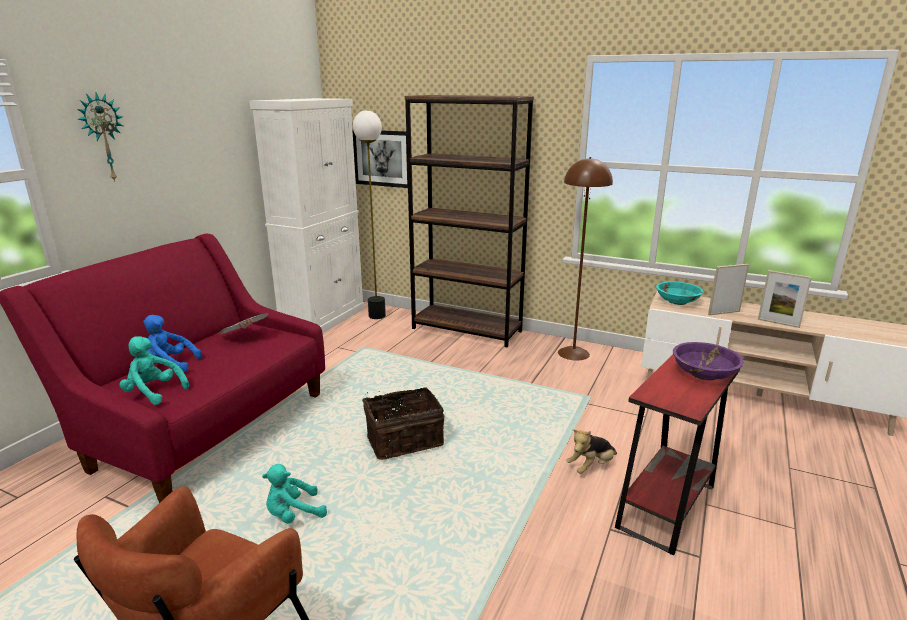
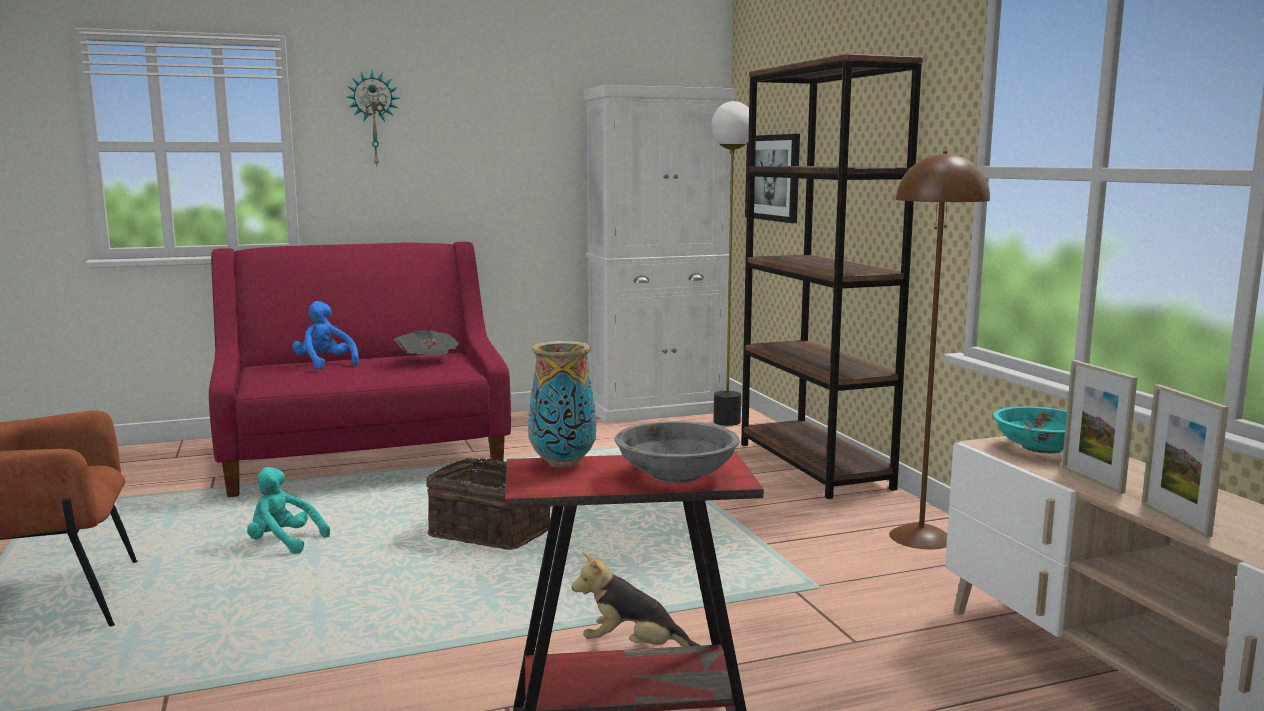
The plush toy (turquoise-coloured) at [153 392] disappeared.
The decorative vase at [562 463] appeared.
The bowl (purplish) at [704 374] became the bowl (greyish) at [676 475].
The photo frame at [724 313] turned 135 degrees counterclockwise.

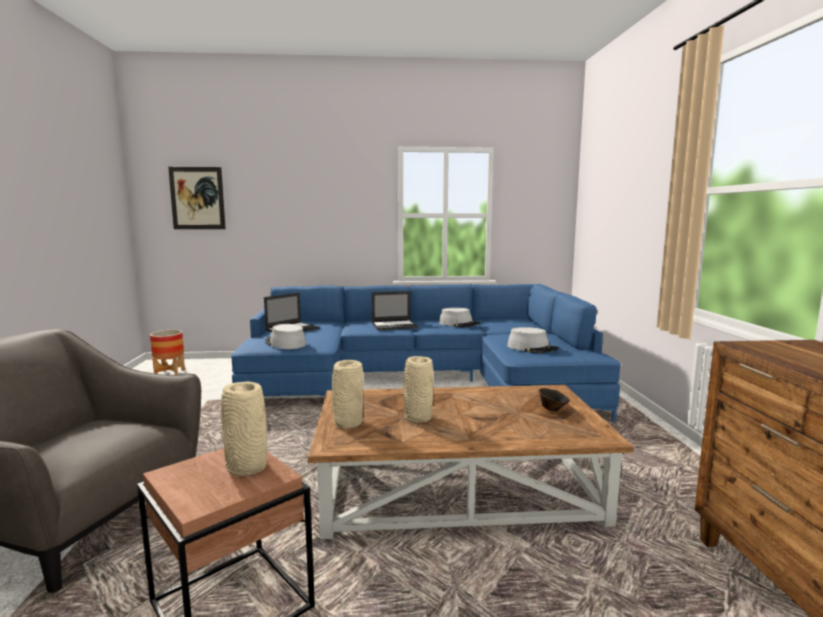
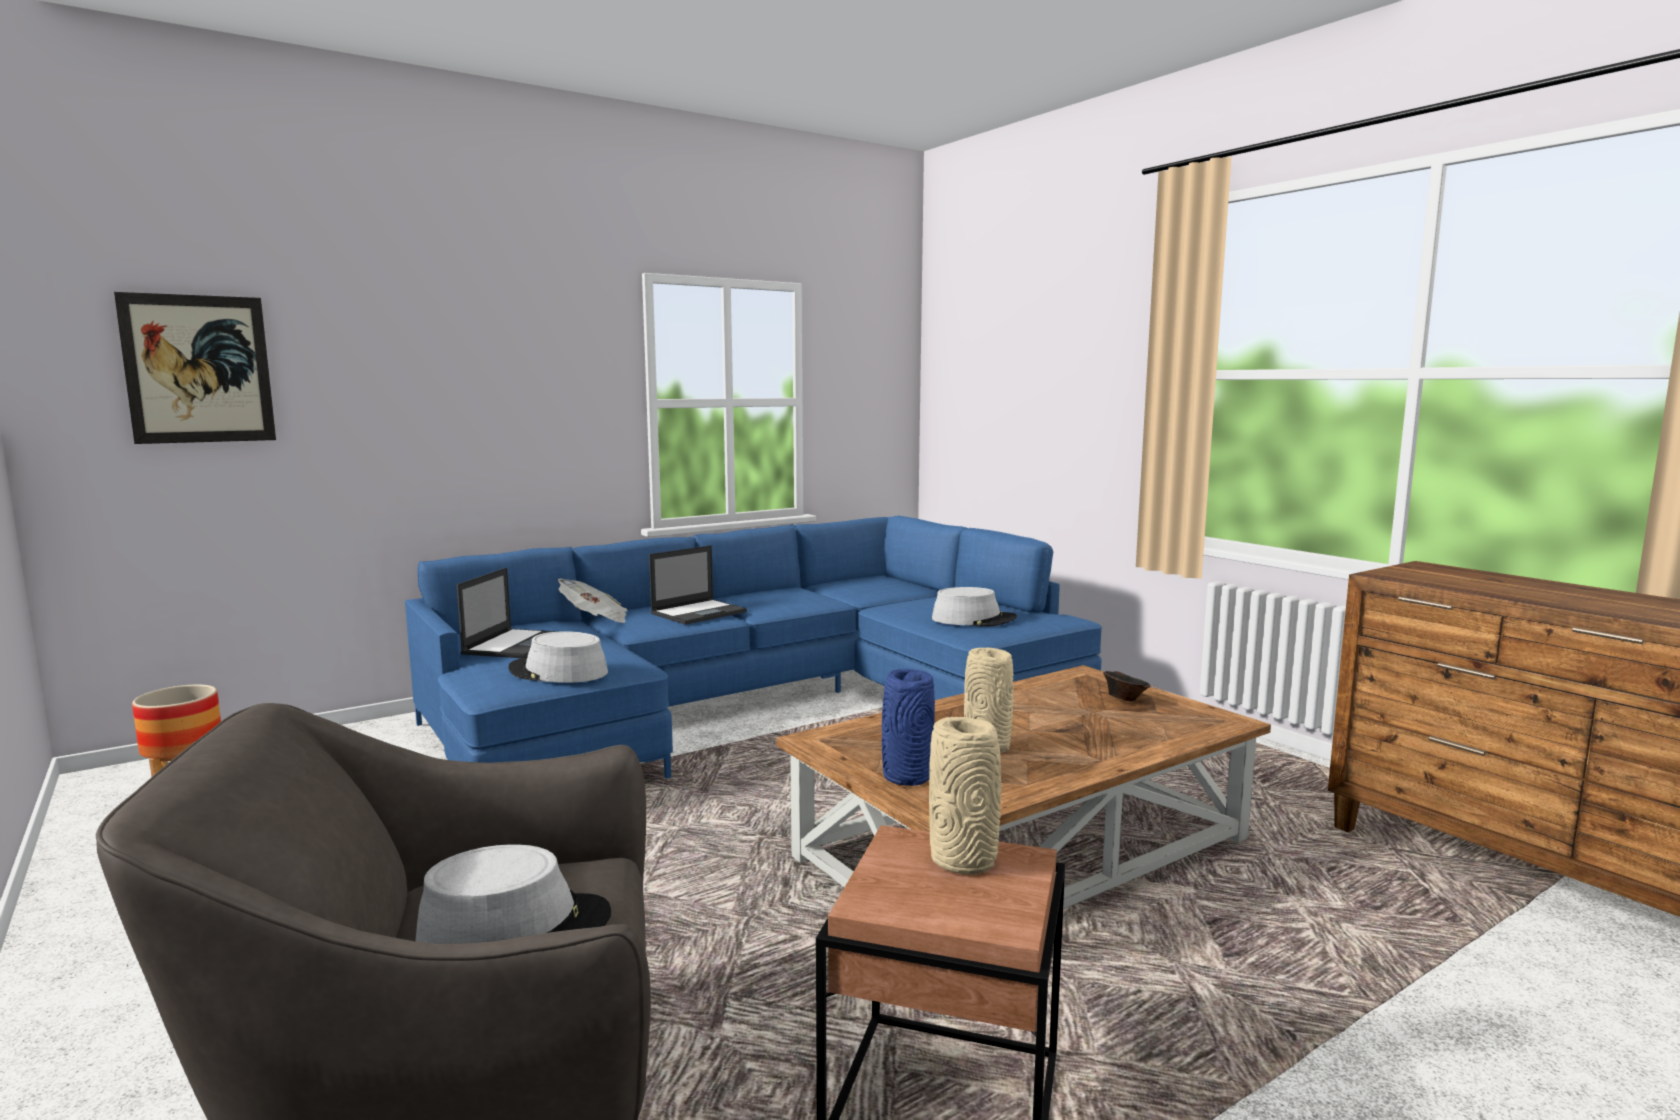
The printed paper at [595 619] appeared.
The clothing hat (greyish) moved from [459 324] to [515 927].
The decorative vase (beige-coloured) at [347 423] became the decorative vase (blue-coloured) at [906 777].

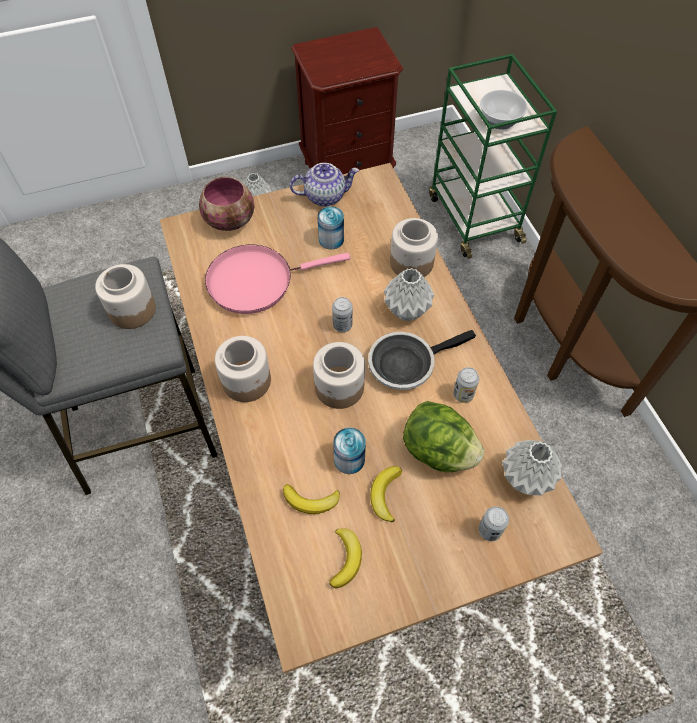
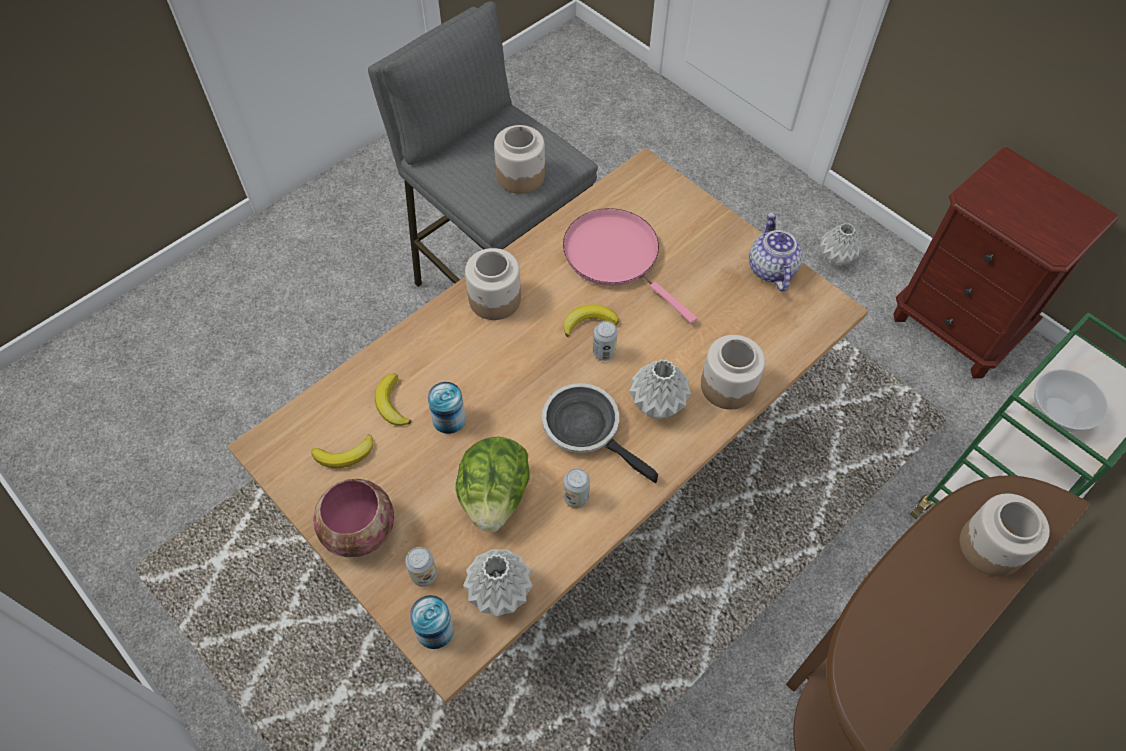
The bowl moved from [231 221] to [361 532].
The storage jar moved from [339 388] to [990 547].
The metal can moved from [331 239] to [435 630].
The banana fruit moved from [385 494] to [588 322].
The teapot at [325 196] turned 150 degrees counterclockwise.

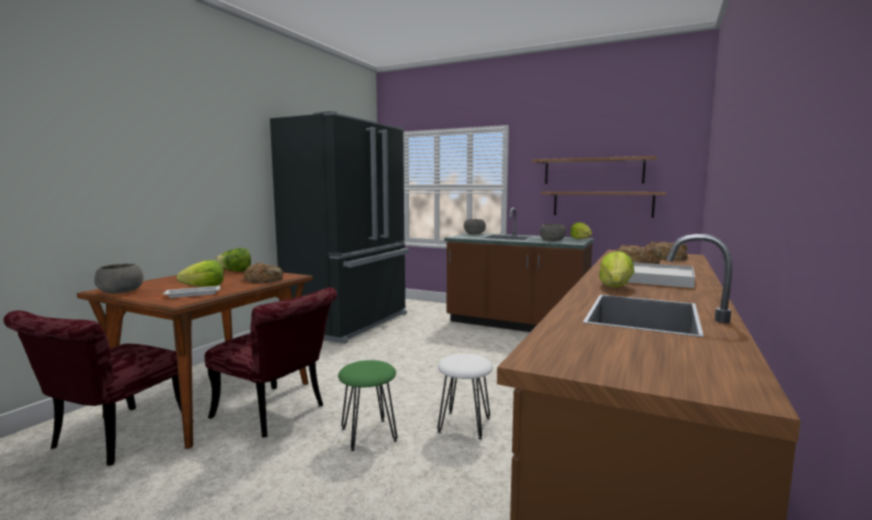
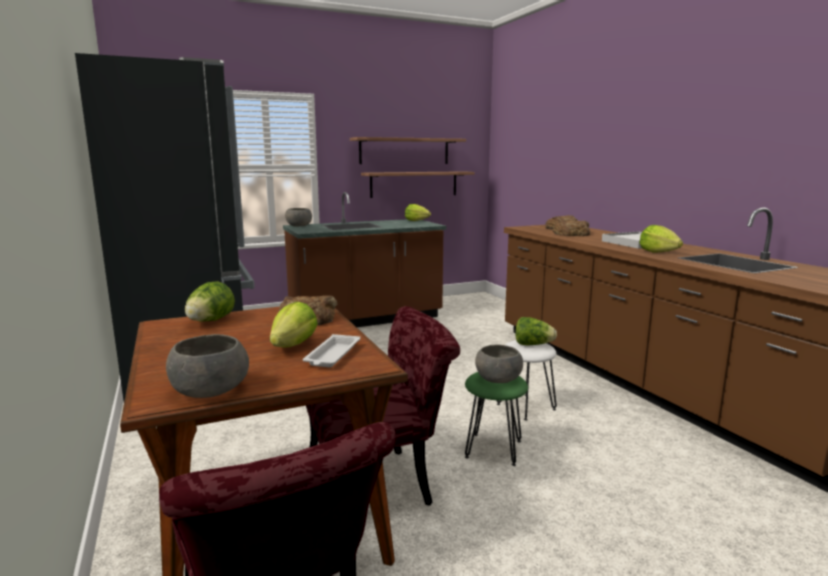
The lettuce head at [533 345] appeared.
The bowl (greyish) moved from [552 240] to [498 379].

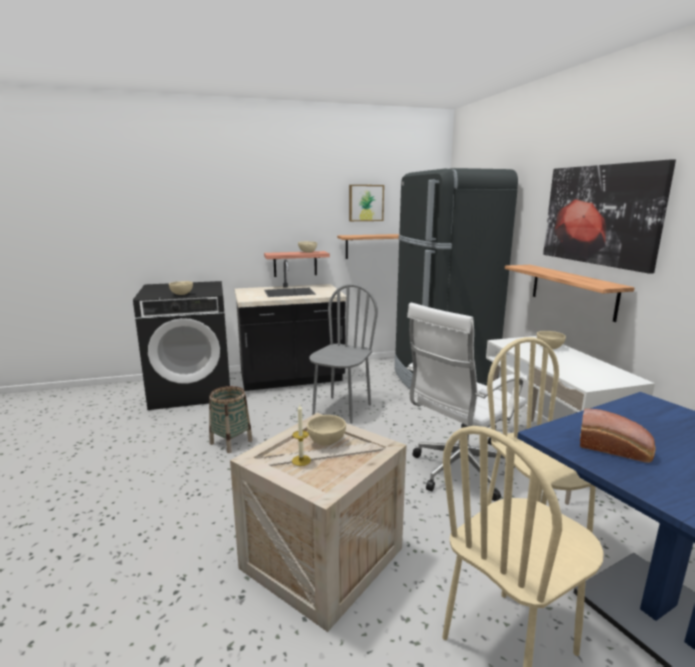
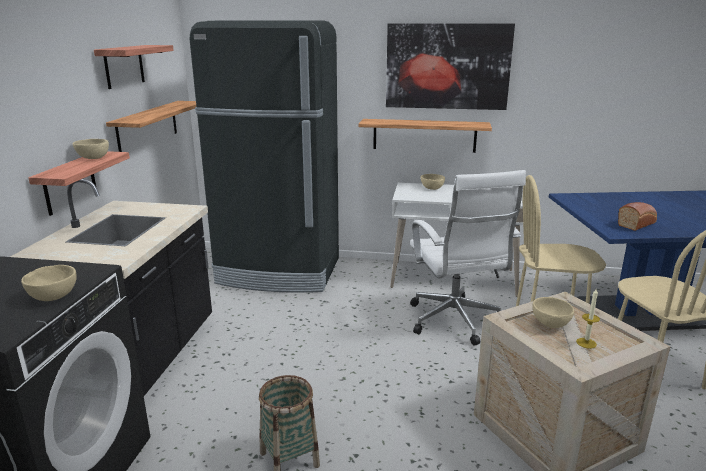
The chair (greyish) at [341 409] disappeared.
The wall picture at [365 203] was replaced by the wall shelf at [124 66].

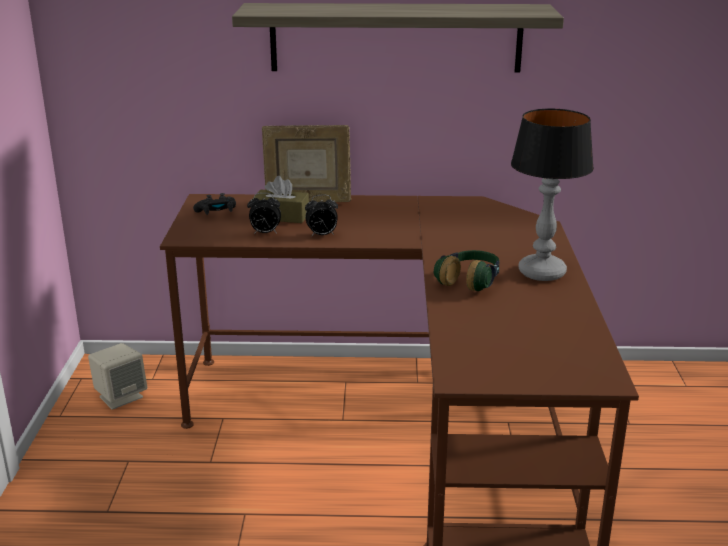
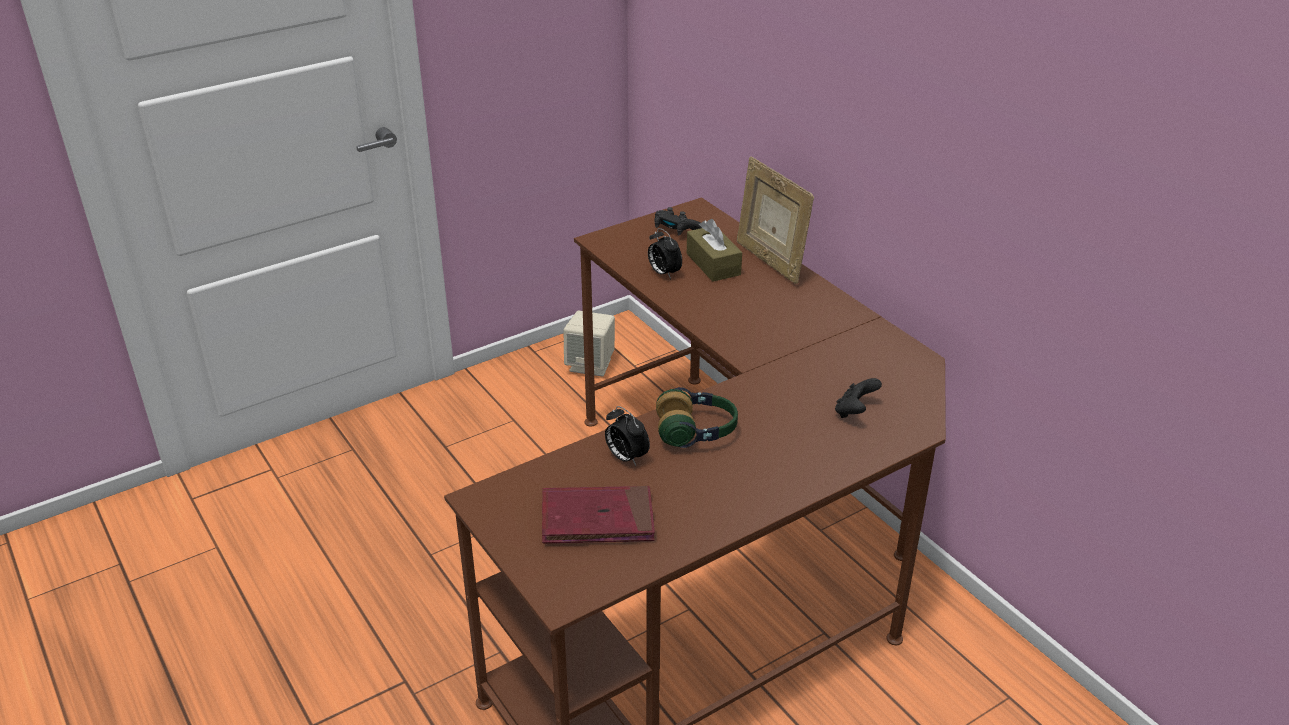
The wall shelf at [396 37] disappeared.
The tabletop lamp at [541 273] disappeared.
The volume (reddish) at [597 519] appeared.
The gamepad (black) at [854 412] appeared.
The table clock moved from [322 235] to [626 457].

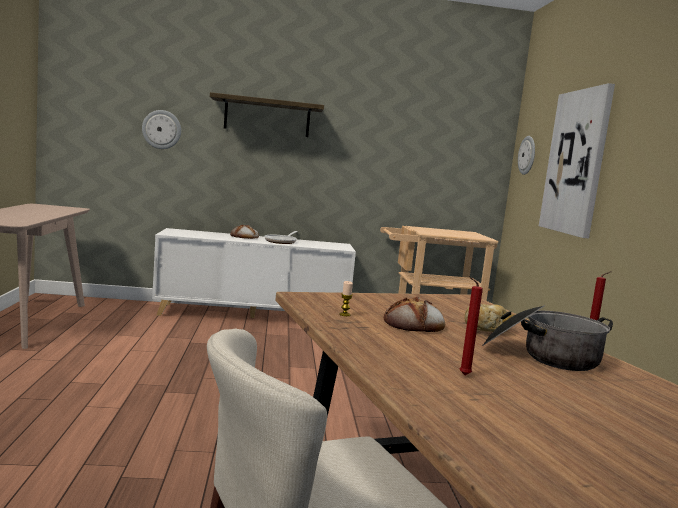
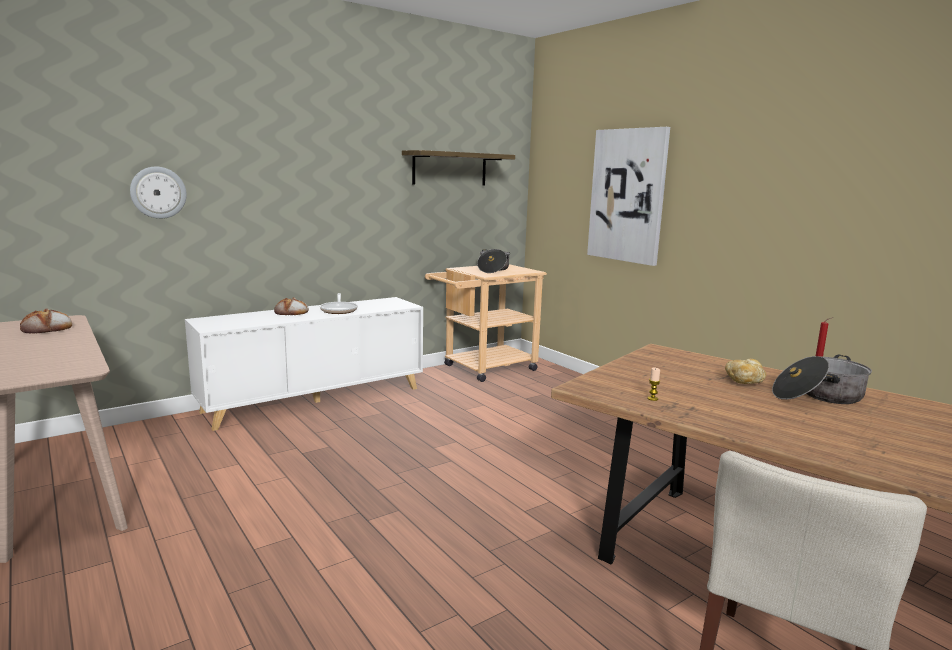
The candle (reddish) at [462 375] disappeared.
The wall clock at [527 155] disappeared.
The stockpot at [493 269] appeared.
The wall shelf moved from [267 117] to [450 168].
The bread moved from [414 324] to [47 328].

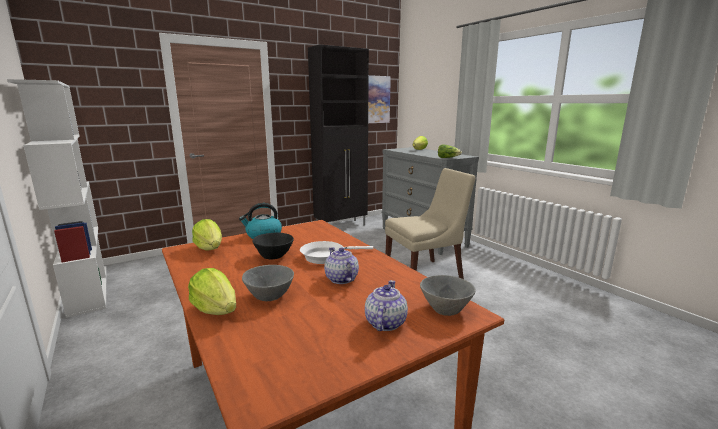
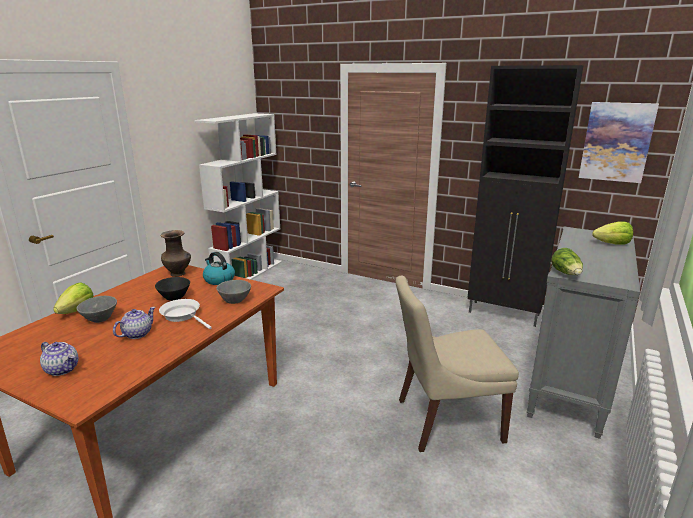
The bowl (greyish) moved from [447 308] to [235 301].
The lettuce head at [210 248] was replaced by the decorative vase (brownish) at [178 274].
The teapot at [385 322] turned 45 degrees clockwise.
The chair (beige-coloured) at [425 275] turned 135 degrees clockwise.

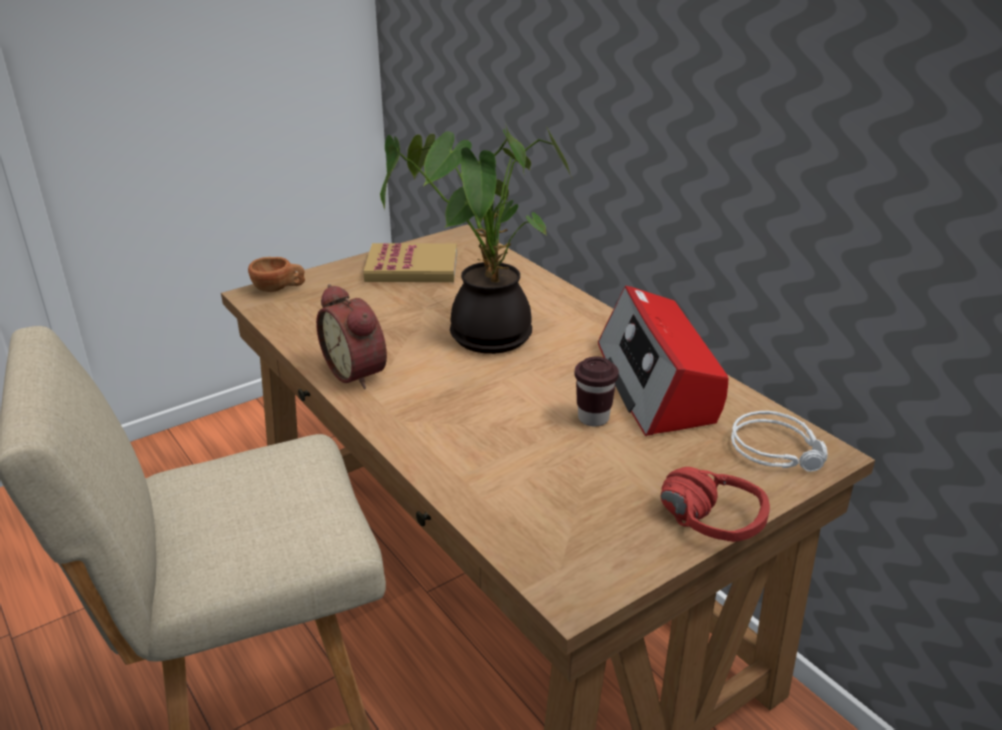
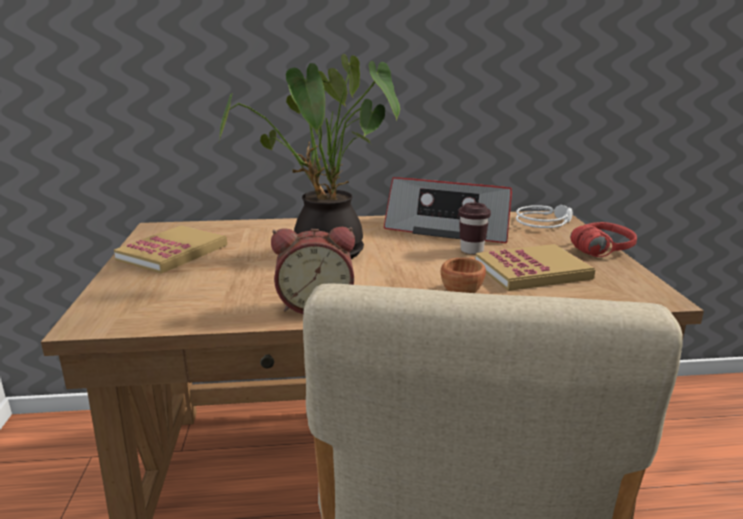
The volume at [532 271] appeared.
The cup (brownish) moved from [279 289] to [463 290].

